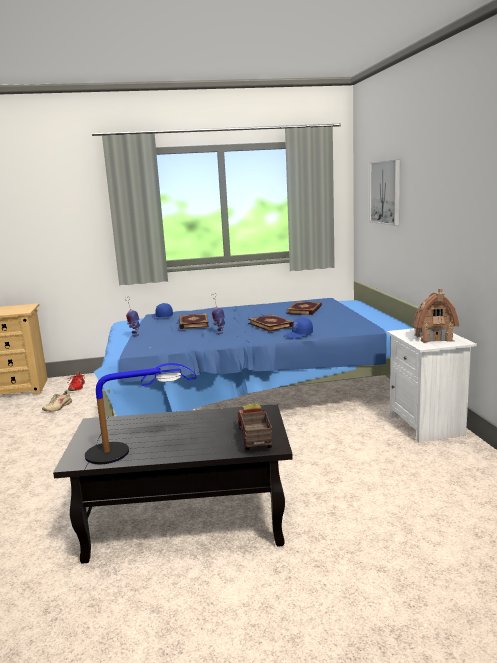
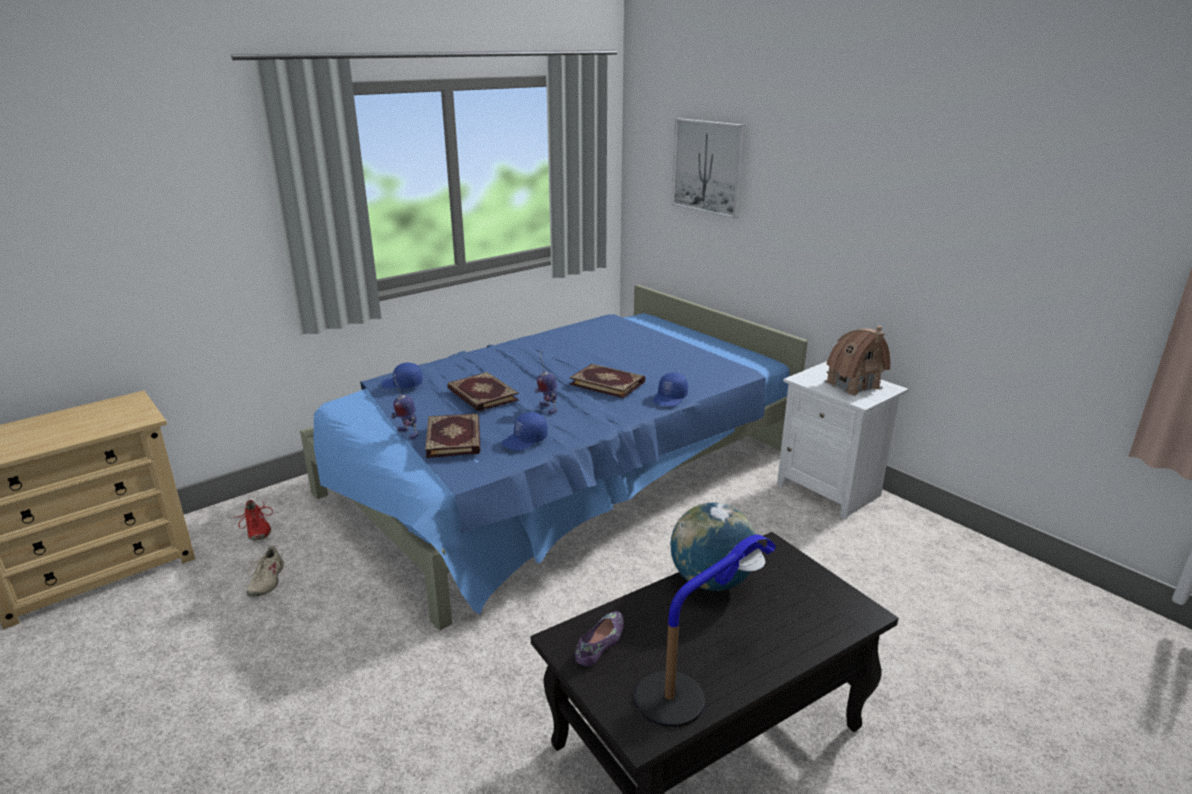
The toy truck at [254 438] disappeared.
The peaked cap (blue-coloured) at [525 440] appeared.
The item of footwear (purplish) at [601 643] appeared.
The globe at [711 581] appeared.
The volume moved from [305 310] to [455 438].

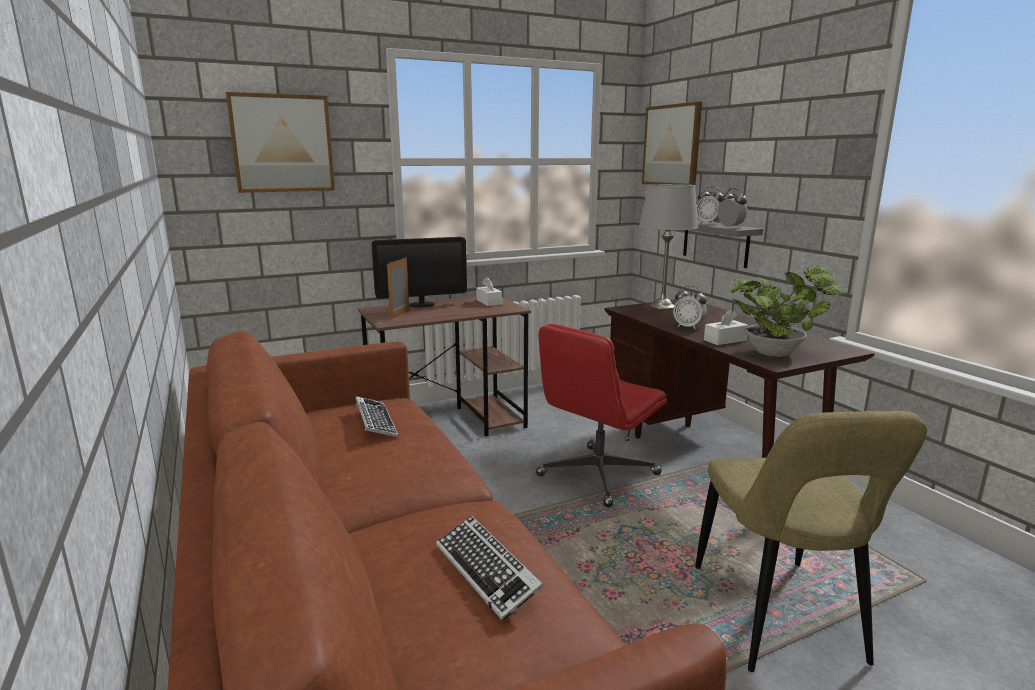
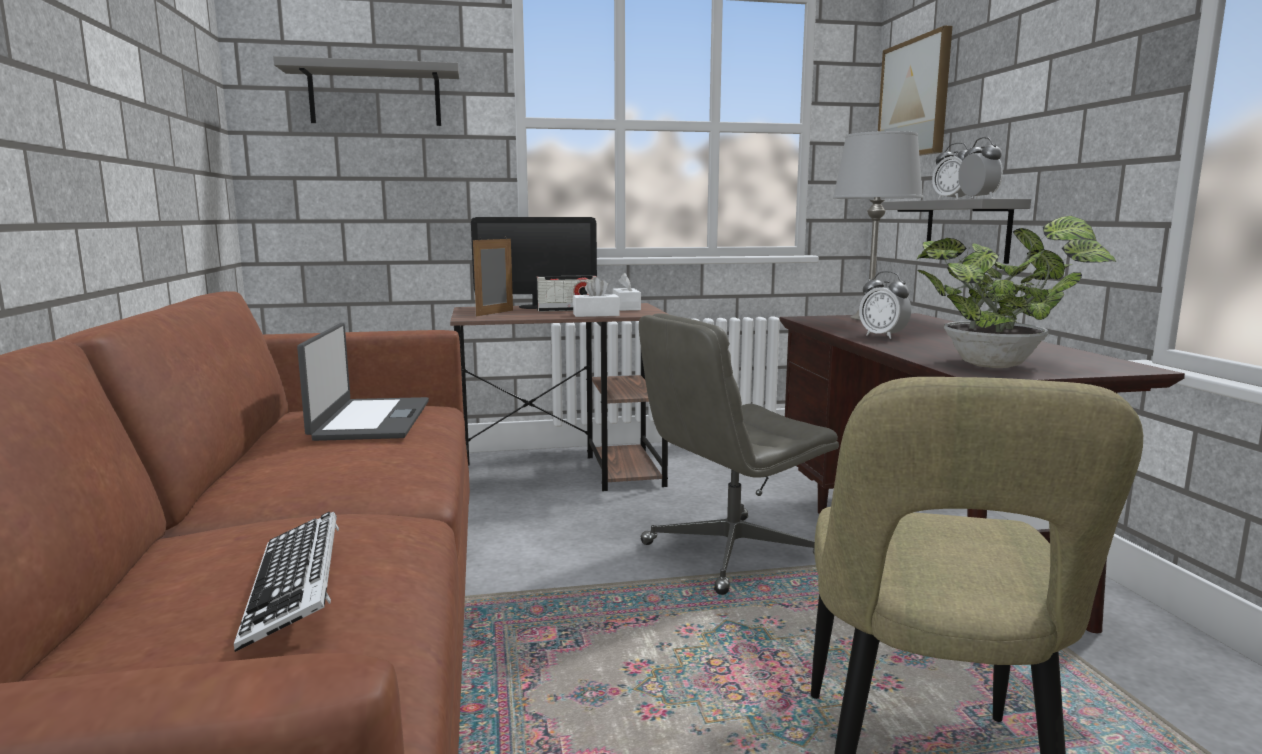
The radio set at [567 310] appeared.
The tissue box (whitish) moved from [725 340] to [596 315].
The wall picture at [282 143] was replaced by the wall shelf (greyish) at [375 96].
The keyboard at [375 422] was replaced by the laptop at [370 420].
The computer chair (reddish) at [597 476] became the computer chair (greyish) at [730 554].

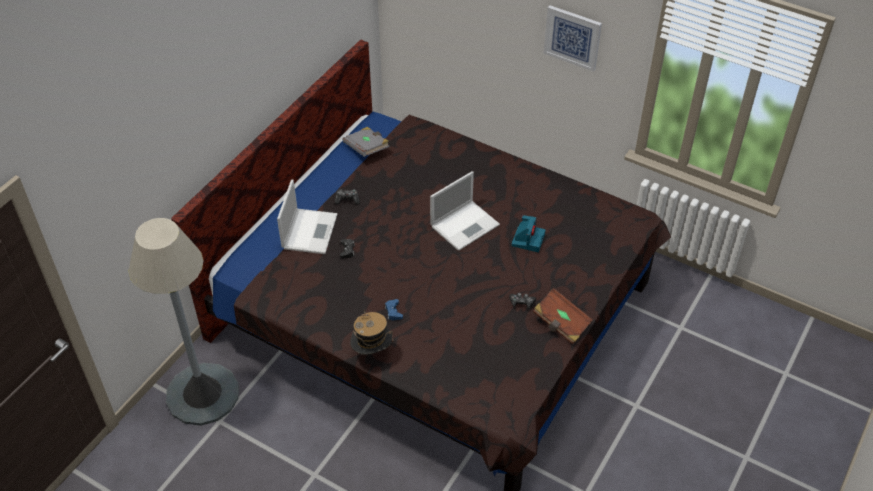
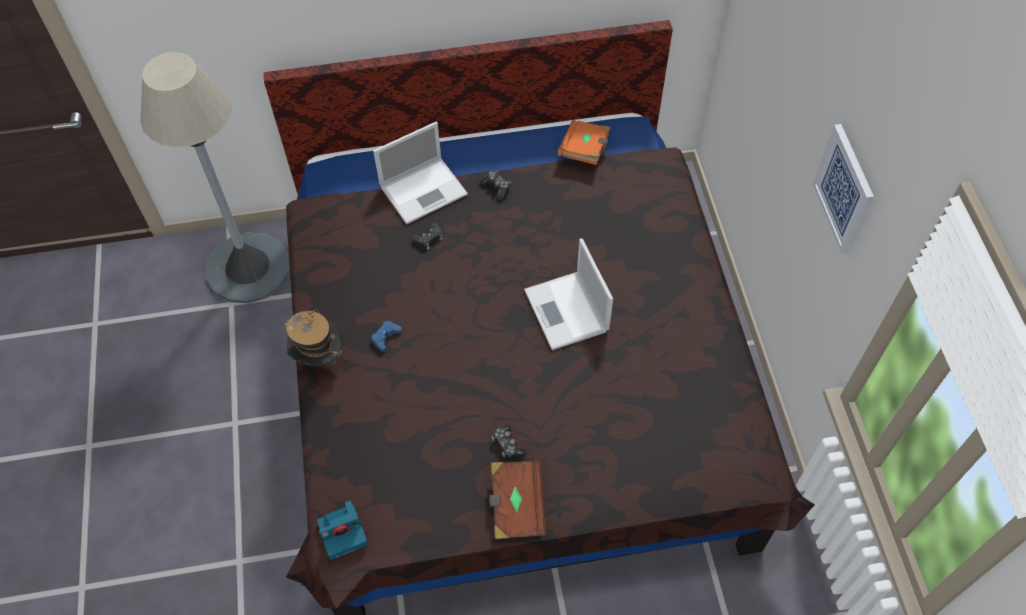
The photo camera moved from [528 239] to [343 532].
The volume (greyish) at [367 149] became the volume (orange-coloured) at [585 150].
The laptop at [465 225] turned 60 degrees clockwise.

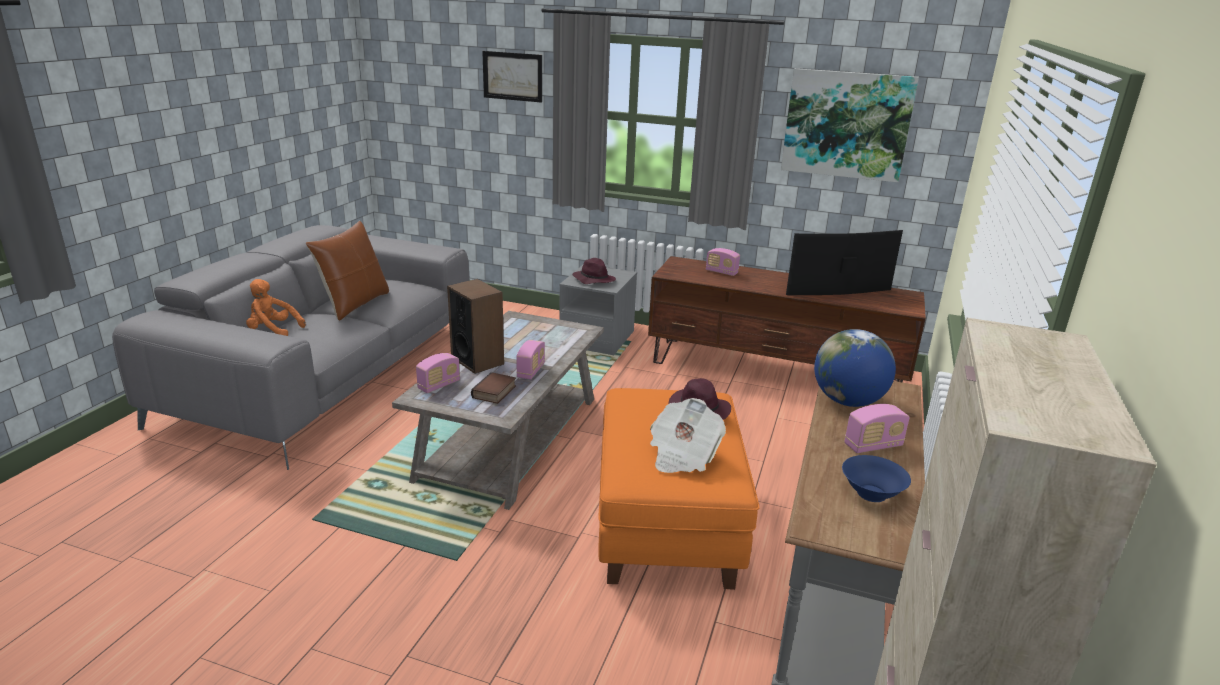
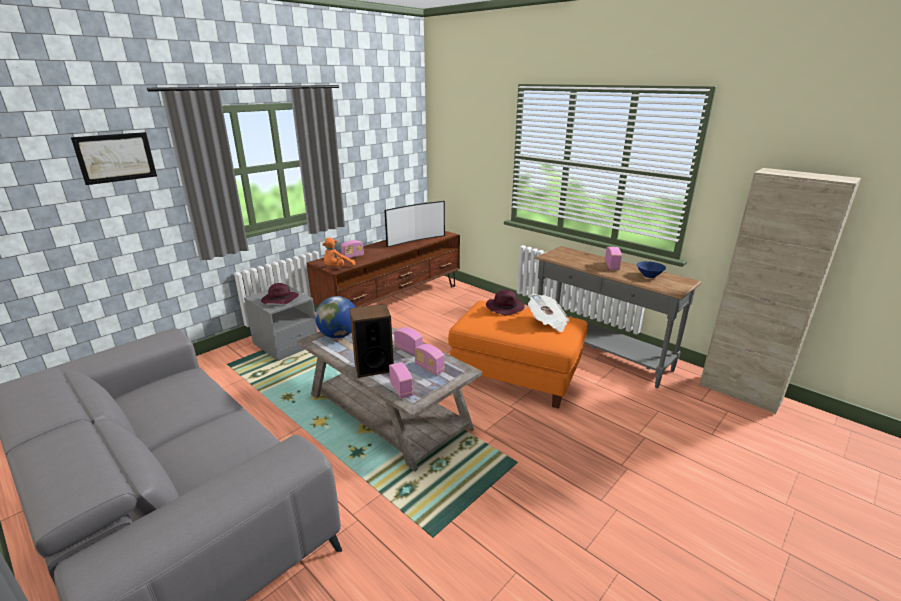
The cushion (brownish) at [354 304] disappeared.
The wall picture at [846 124] disappeared.
The plush toy (orange-coloured) moved from [273 331] to [337 268].
The globe moved from [848 401] to [338 335].
The volume at [495 392] was replaced by the radio set at [429 368].
The TV at [841 293] turned 135 degrees counterclockwise.

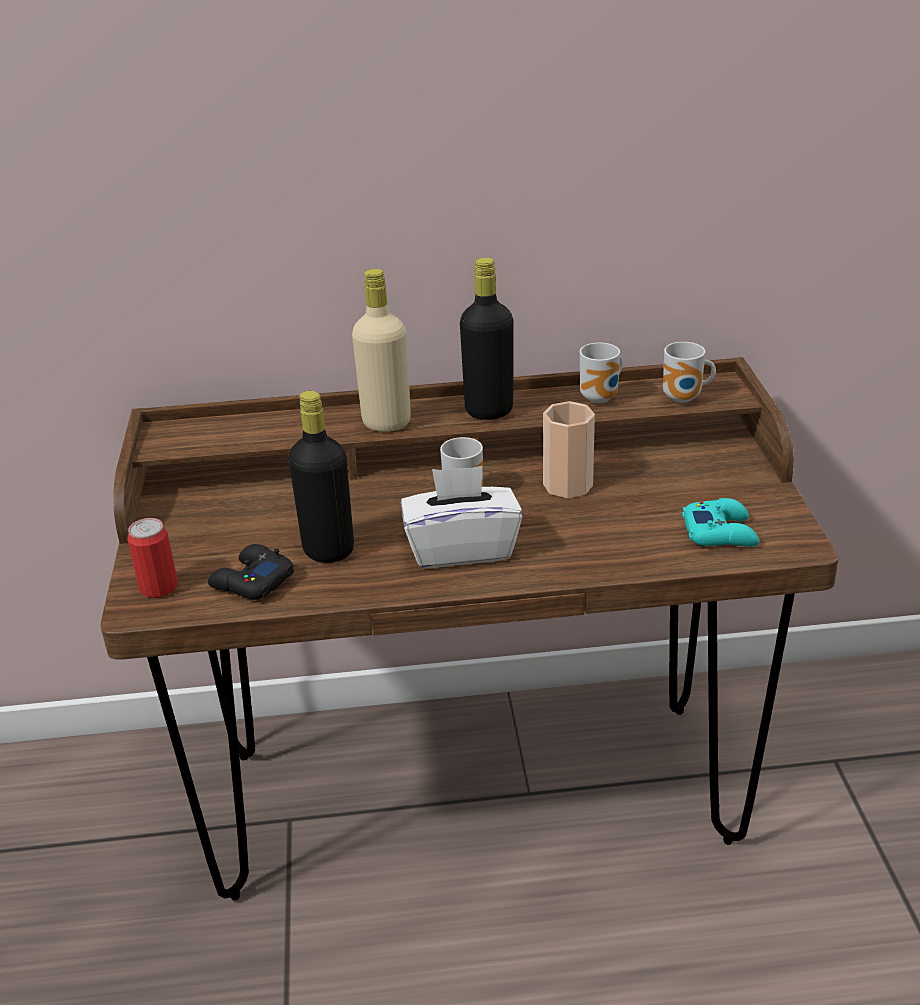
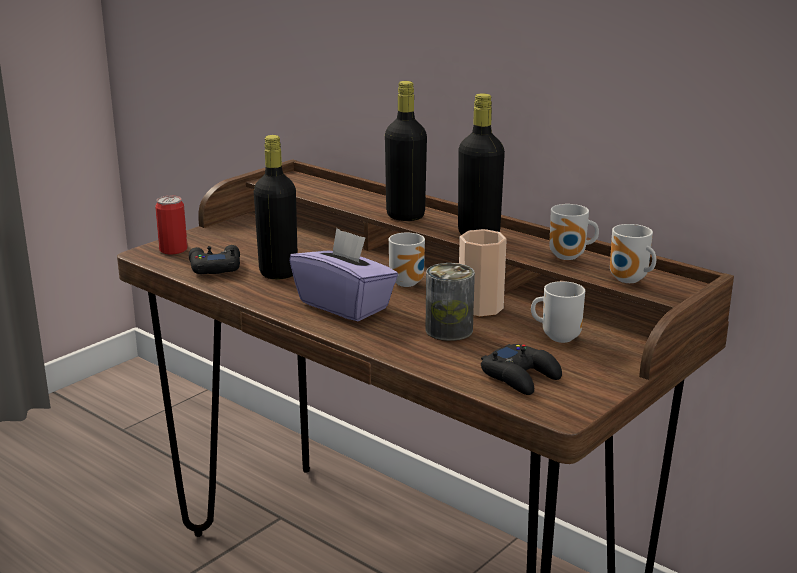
The metal can at [449 330] appeared.
The tea mug at [558 337] appeared.
The beverage bottle (beige-coloured) at [386 422] became the beverage bottle (black) at [405 216].
The tissue box (whitish) at [461 548] became the tissue box (purplish) at [345 305].
The gamepad (turquoise-coloured) at [720 532] became the gamepad (black) at [521 377].

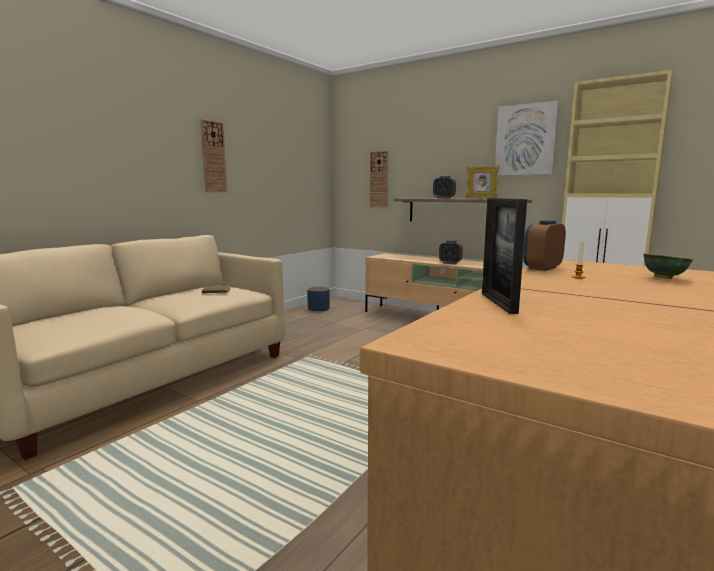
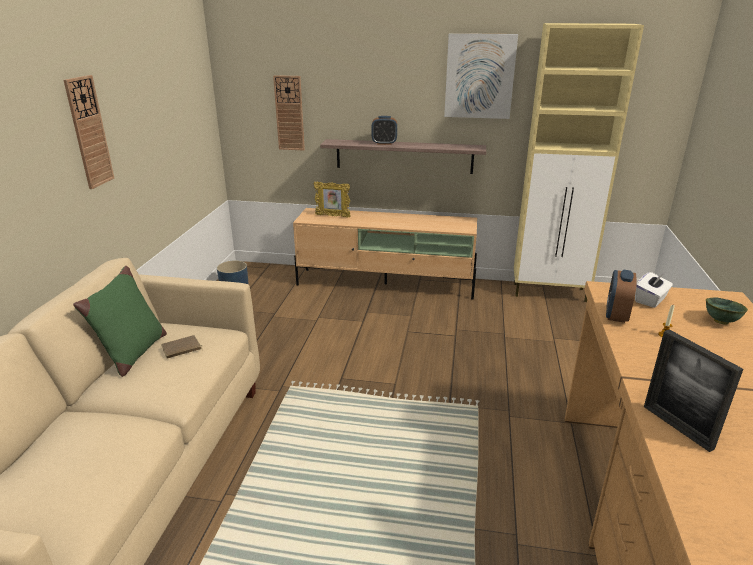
The table clock at [450 263] disappeared.
The cushion (greenish) at [133 354] appeared.
The tissue box (whitish) at [650 300] appeared.
The photo frame moved from [481 198] to [333 216].

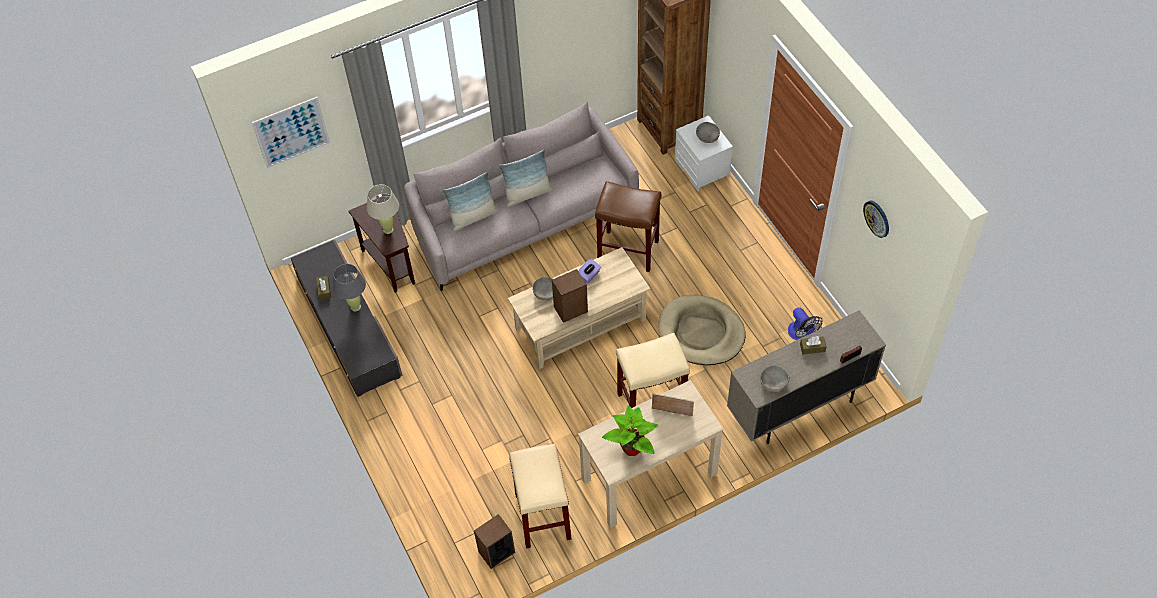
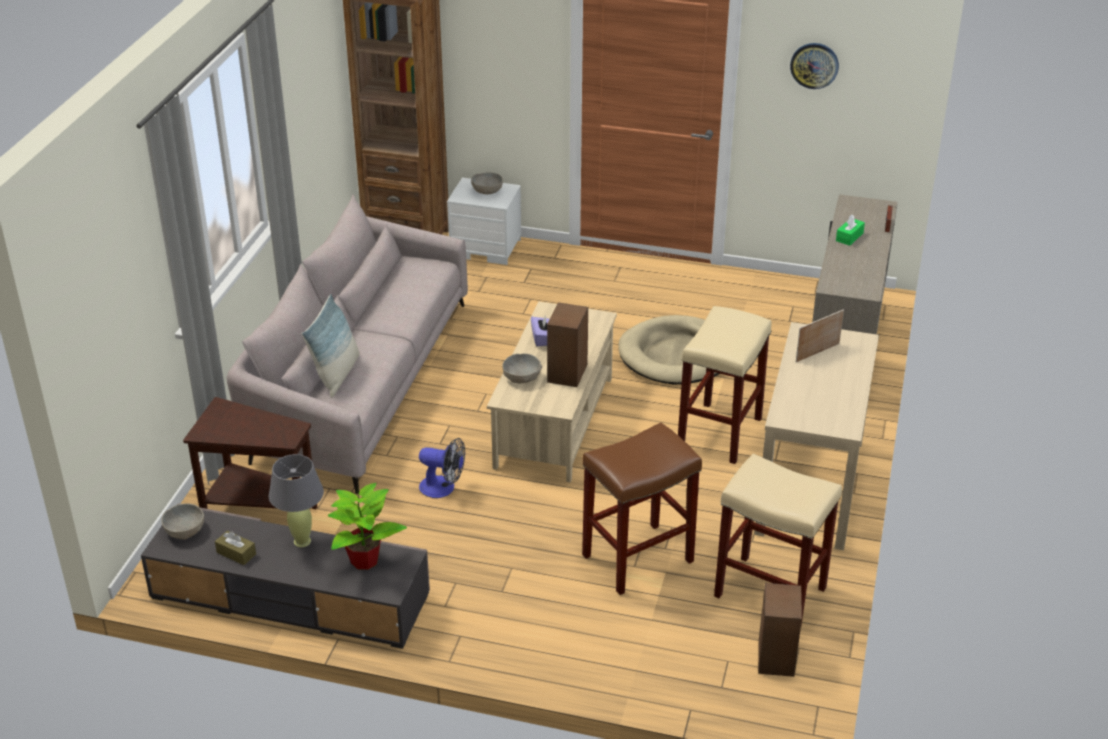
The wall picture at [291 132] disappeared.
The tabletop lamp (beige-coloured) at [388 229] disappeared.
The cushion at [527 194] disappeared.
The stool (brownish) moved from [627 251] to [637 559].
The plant in a pot moved from [632 448] to [365 560].
The bowl (greyish) moved from [773 383] to [185 531].
The electric fan moved from [801 334] to [443 488].
The tissue box (brownish) at [812 348] became the tissue box (greenish) at [849 237].

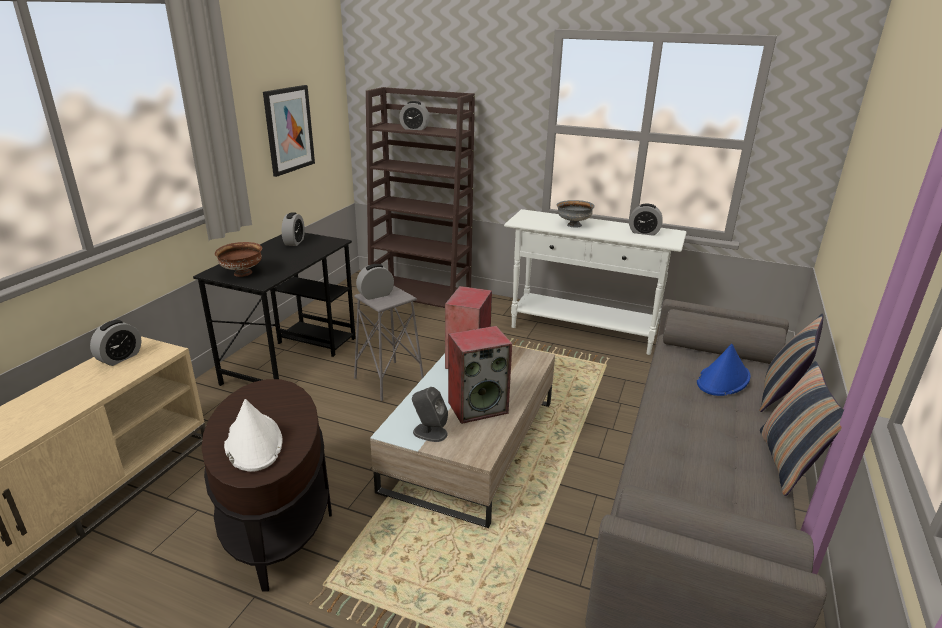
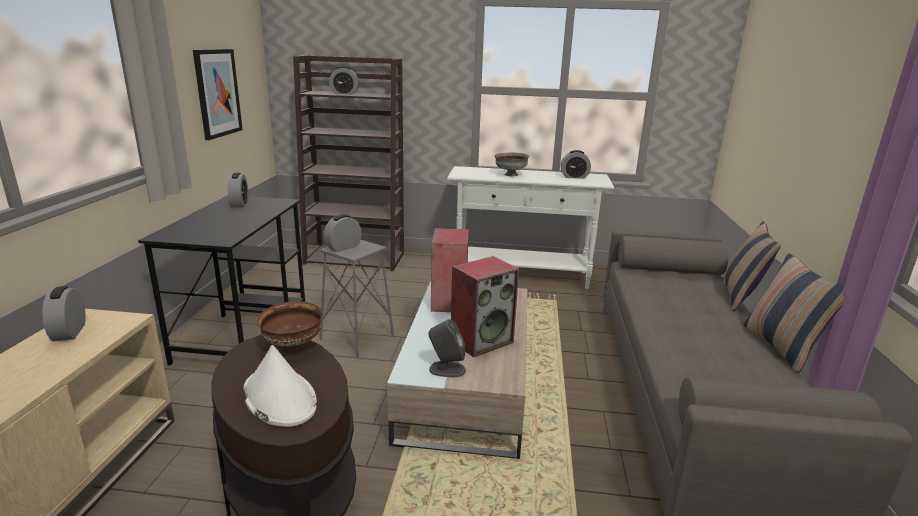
The clothing hat (blue-coloured) at [723 380] disappeared.
The bowl (brownish) moved from [243 273] to [294 347].
The table clock at [120 358] turned 150 degrees clockwise.

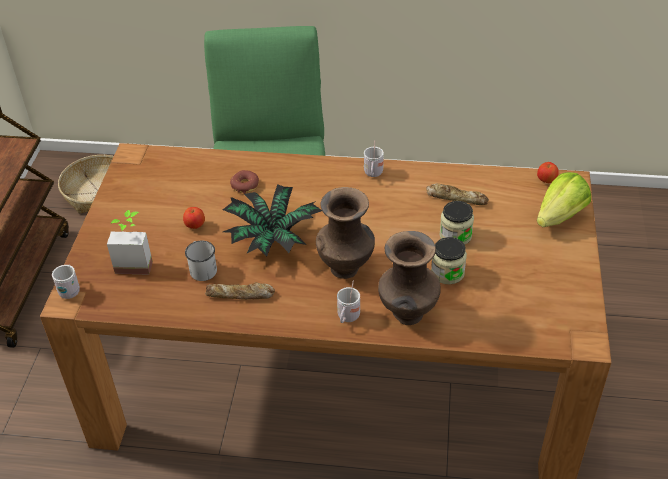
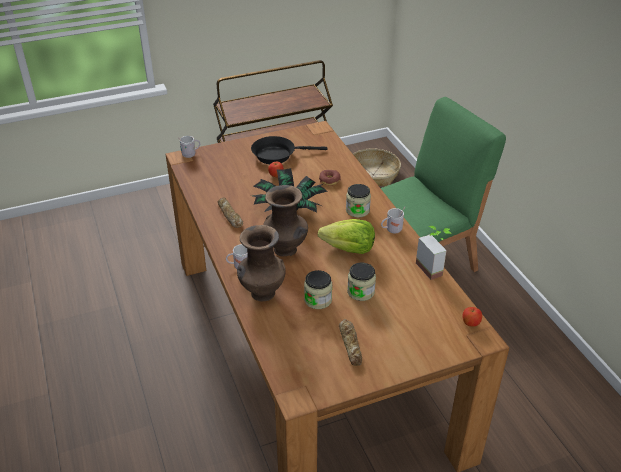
The tea mug (whitish) at [202 268] disappeared.
The pan (black) at [277 155] appeared.
The storage jar at [357 210] appeared.
The plant in a pot moved from [135 262] to [434 267].
The bread moved from [456 198] to [351 344].
The lettuce head moved from [560 216] to [348 249].

